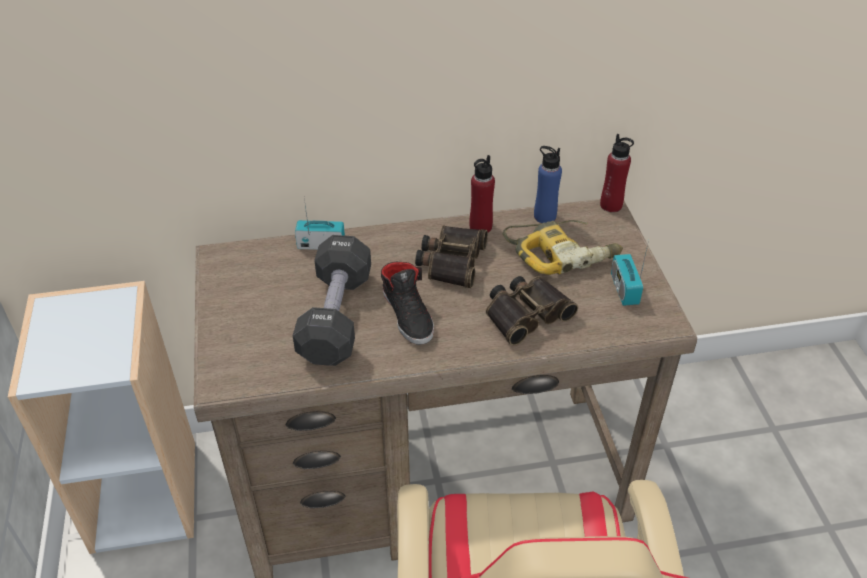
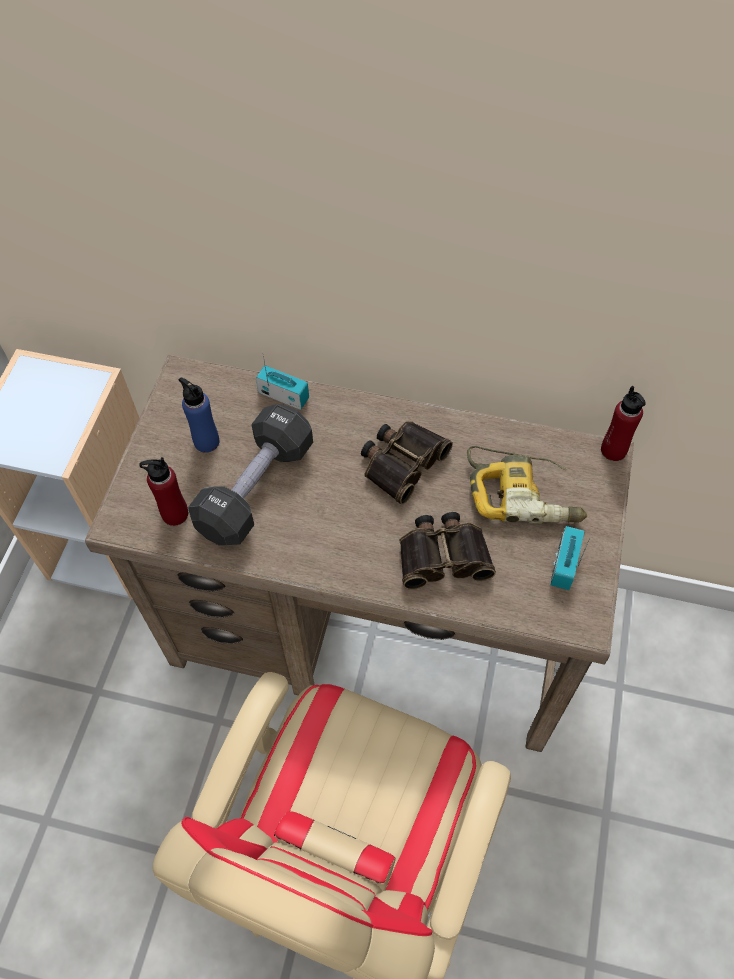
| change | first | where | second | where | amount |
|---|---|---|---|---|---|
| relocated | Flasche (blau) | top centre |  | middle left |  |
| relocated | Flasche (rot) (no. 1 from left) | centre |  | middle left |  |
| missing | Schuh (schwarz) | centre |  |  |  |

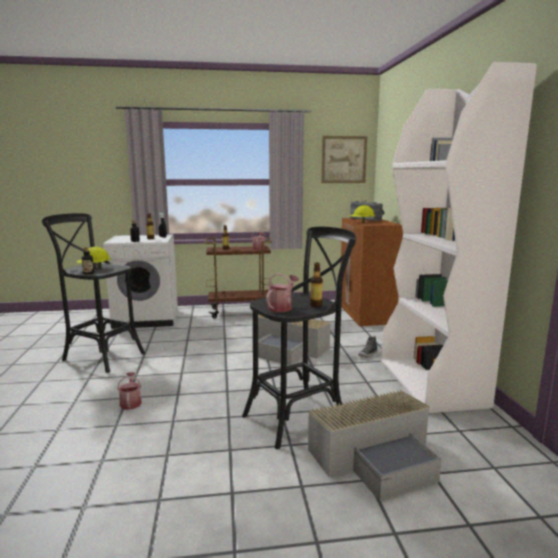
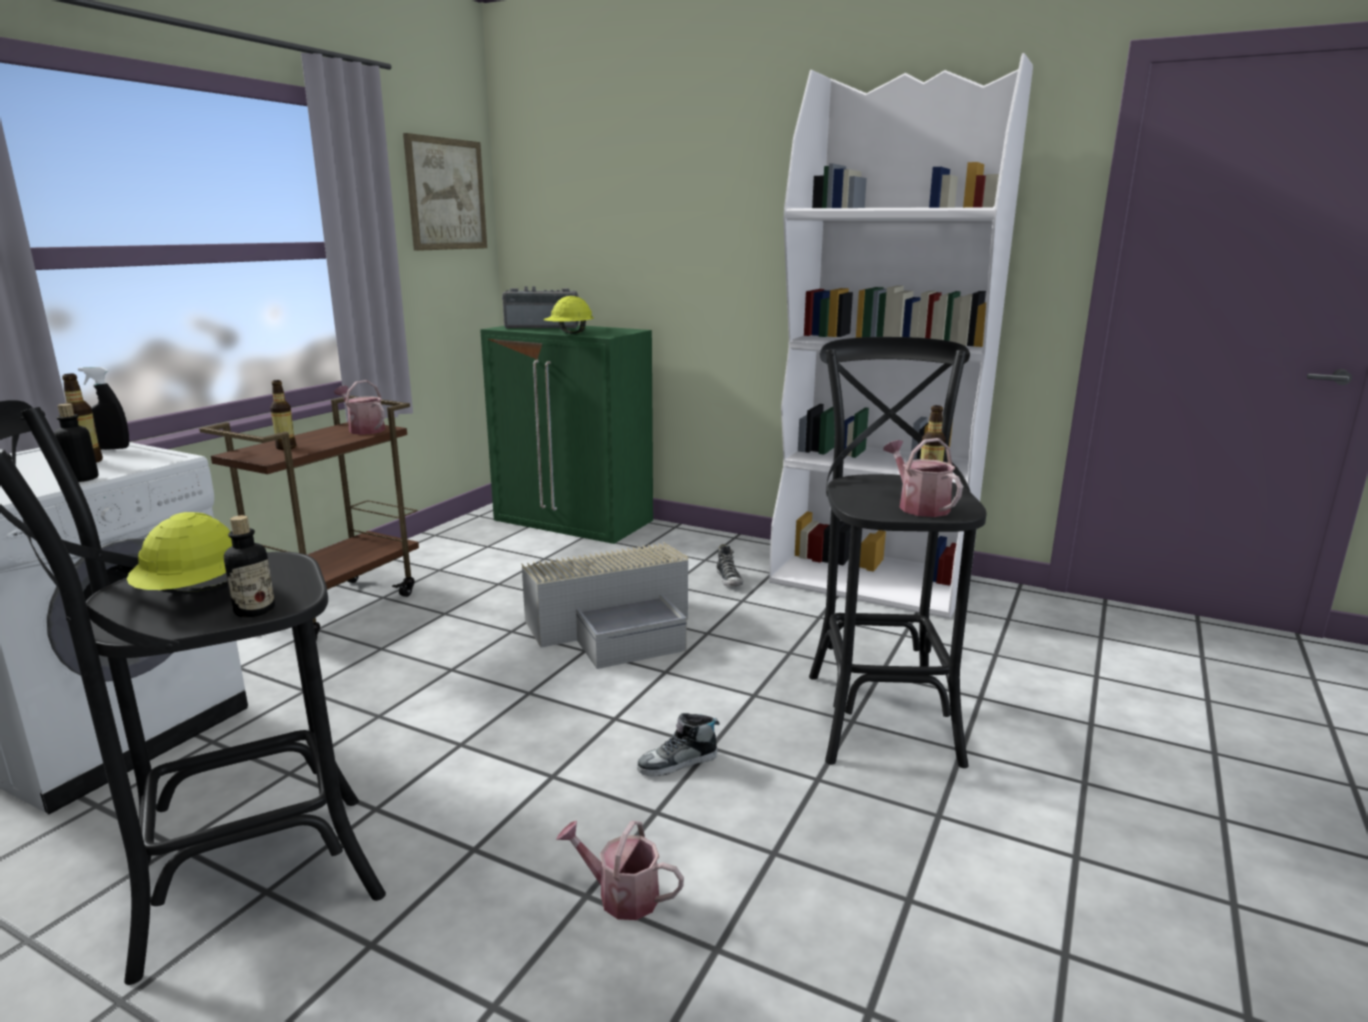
| change | first | where | second | where | amount |
|---|---|---|---|---|---|
| colour | Schrank (braun) | middle right | Schrank (grün) | centre |  |
| missing | Aufbewahrungsbox (grau) (no. 2 from left) | bottom right |  |  |  |
| appeared |  |  | Schuh (no. 1 from left) | bottom centre |  |

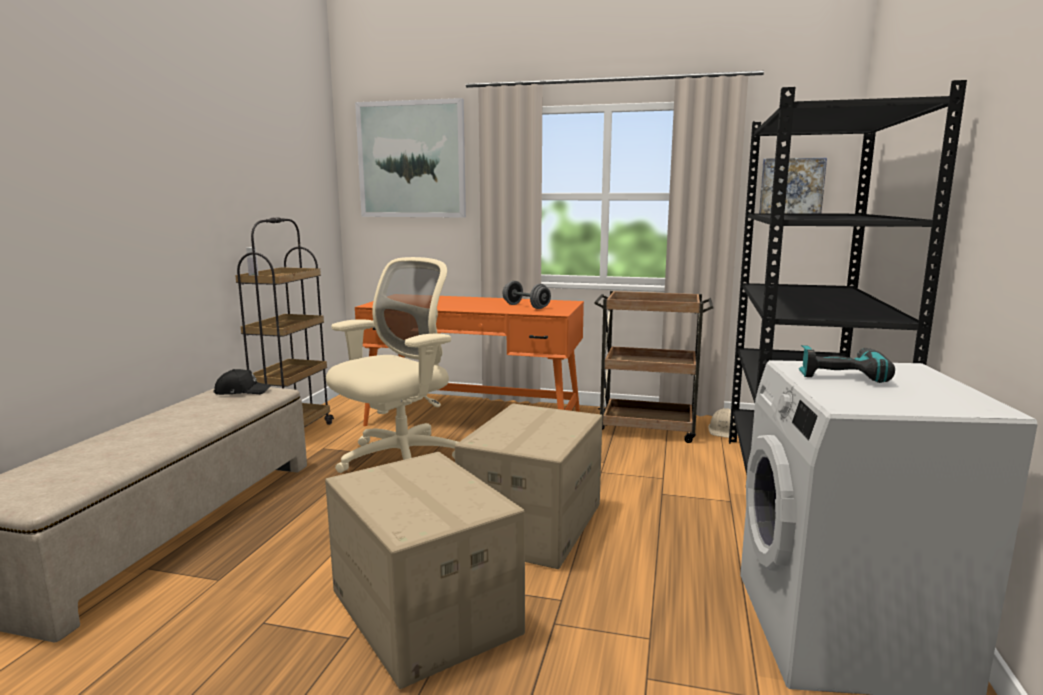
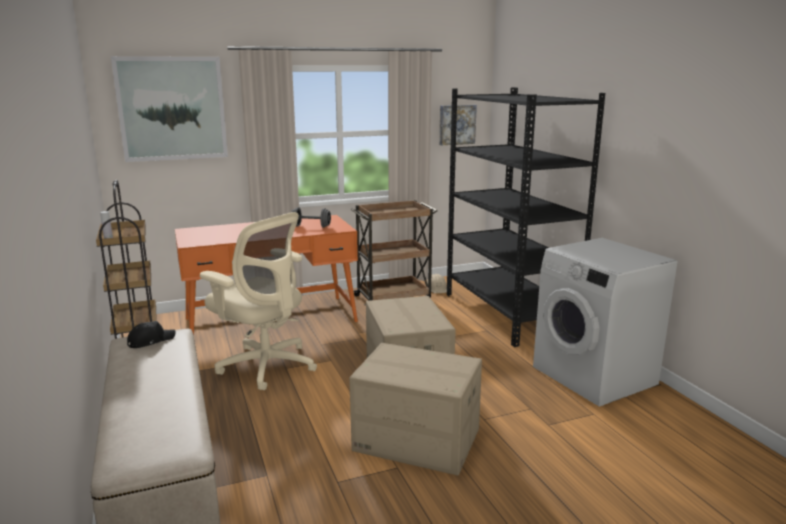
| change | first | where | second | where | amount |
|---|---|---|---|---|---|
| spun | Bürostuhl (beige) | centre |  | middle left | 120 degrees clockwise |
| missing | Bohrmaschine | middle right |  |  |  |

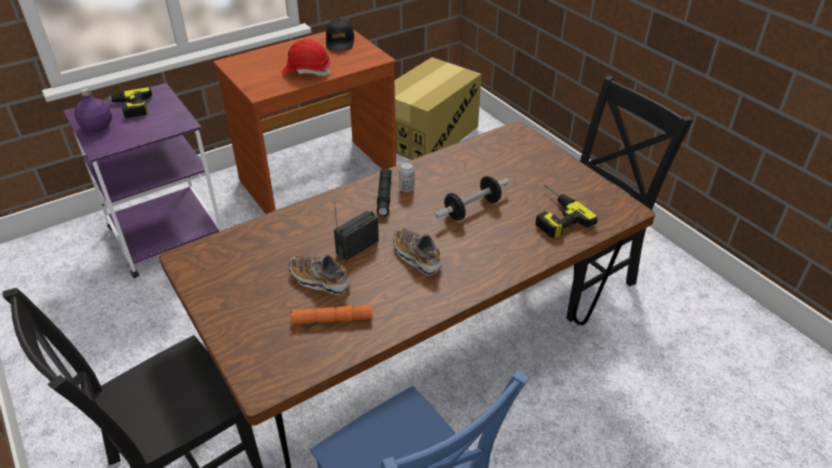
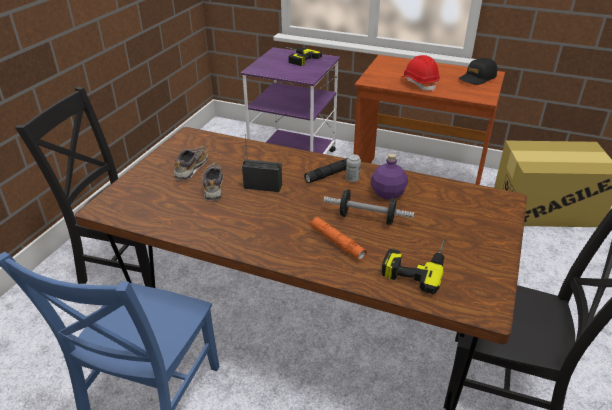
| change | first | where | second | where | amount |
|---|---|---|---|---|---|
| relocated | Flasche (lila) | top left |  | centre |  |
| relocated | Schuh (no. 2 from left in the first image) | centre | Schuh (no. 1 from left) | middle left |  |
| relocated | Taschenlampe (orange) | bottom centre |  | centre |  |

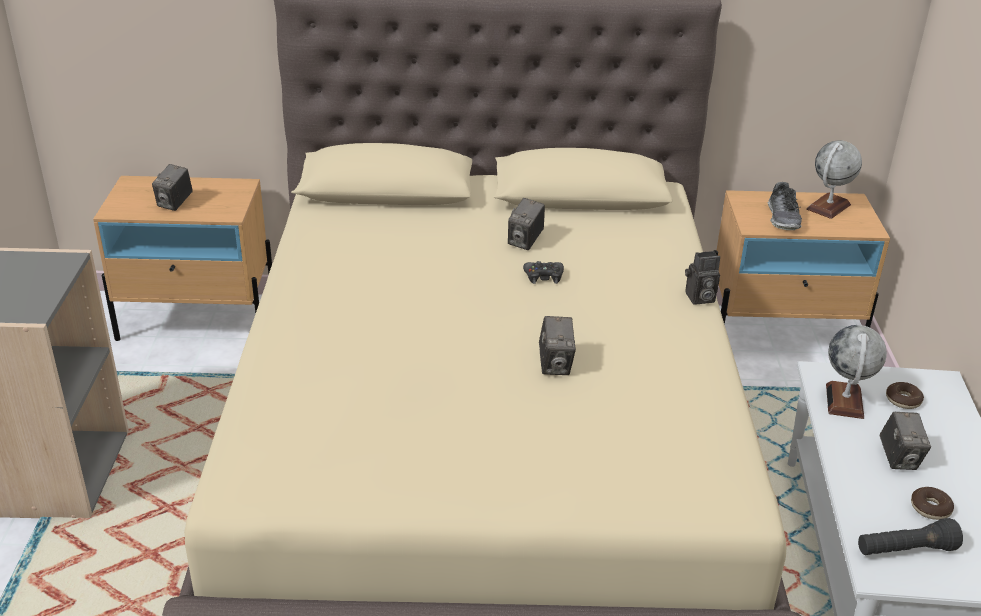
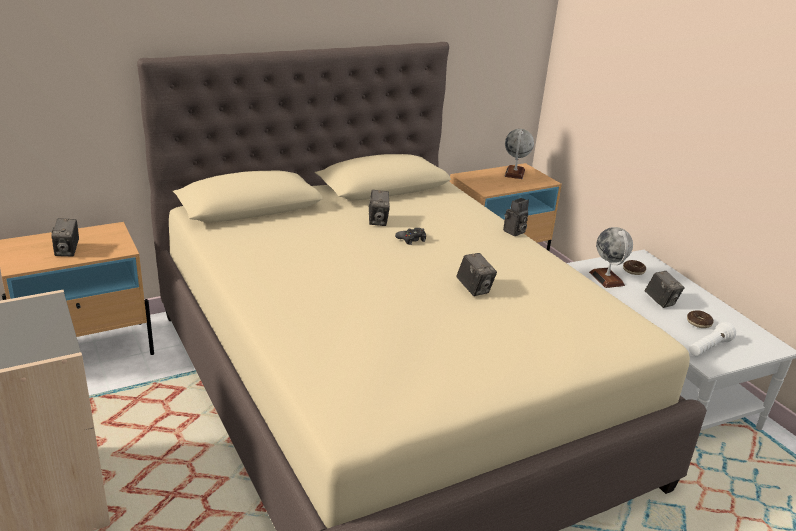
| change | first | where | second | where | amount |
|---|---|---|---|---|---|
| missing | Schuh | middle right |  |  |  |
| colour | Taschenlampe (schwarz) | bottom right | Taschenlampe (weiß) | middle right |  |

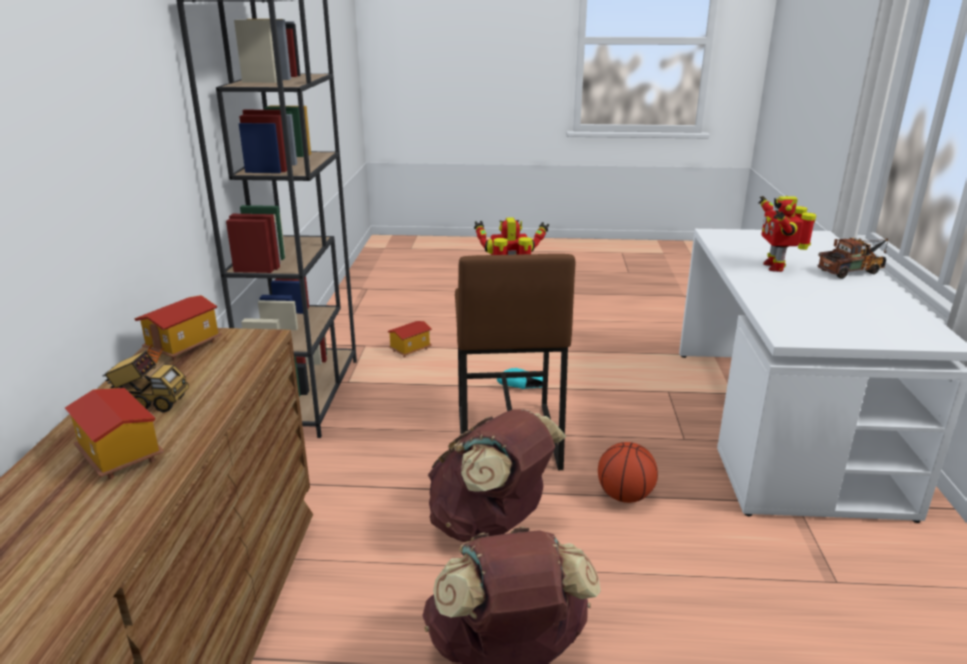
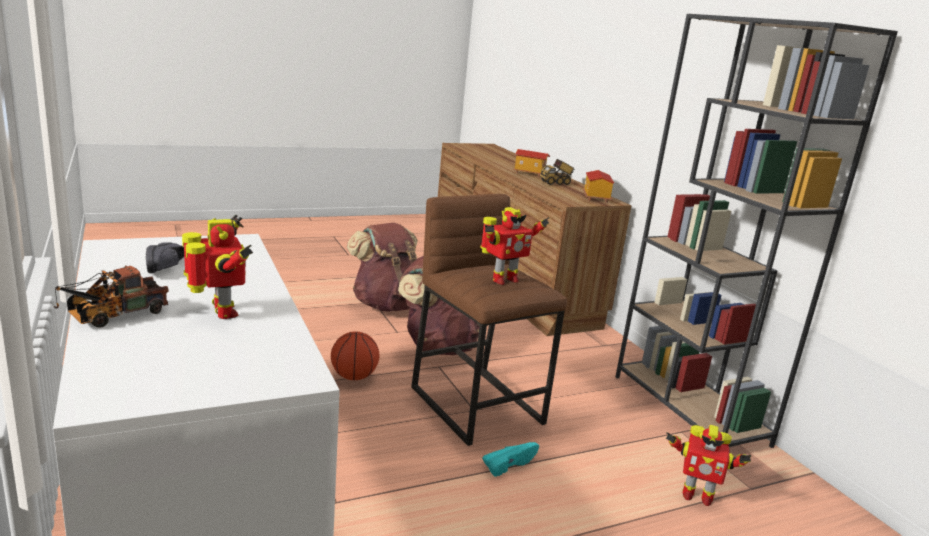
| change | first | where | second | where | amount |
|---|---|---|---|---|---|
| exchanged | Spielzeughaus (no. 3 from left) | centre | Spielzeugroboter (no. 3 from left) | bottom right |  |
| appeared |  |  | Schuh (schwarz) | middle left |  |

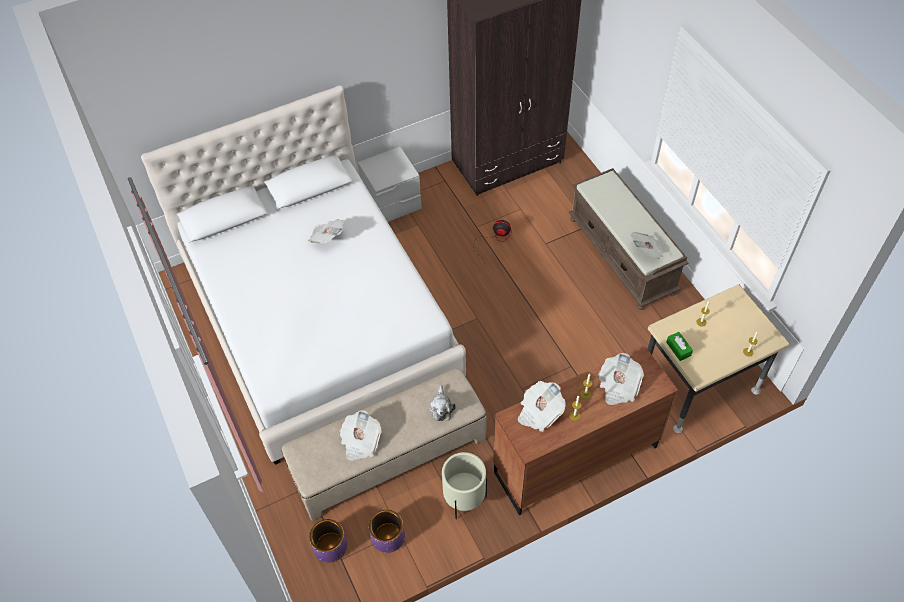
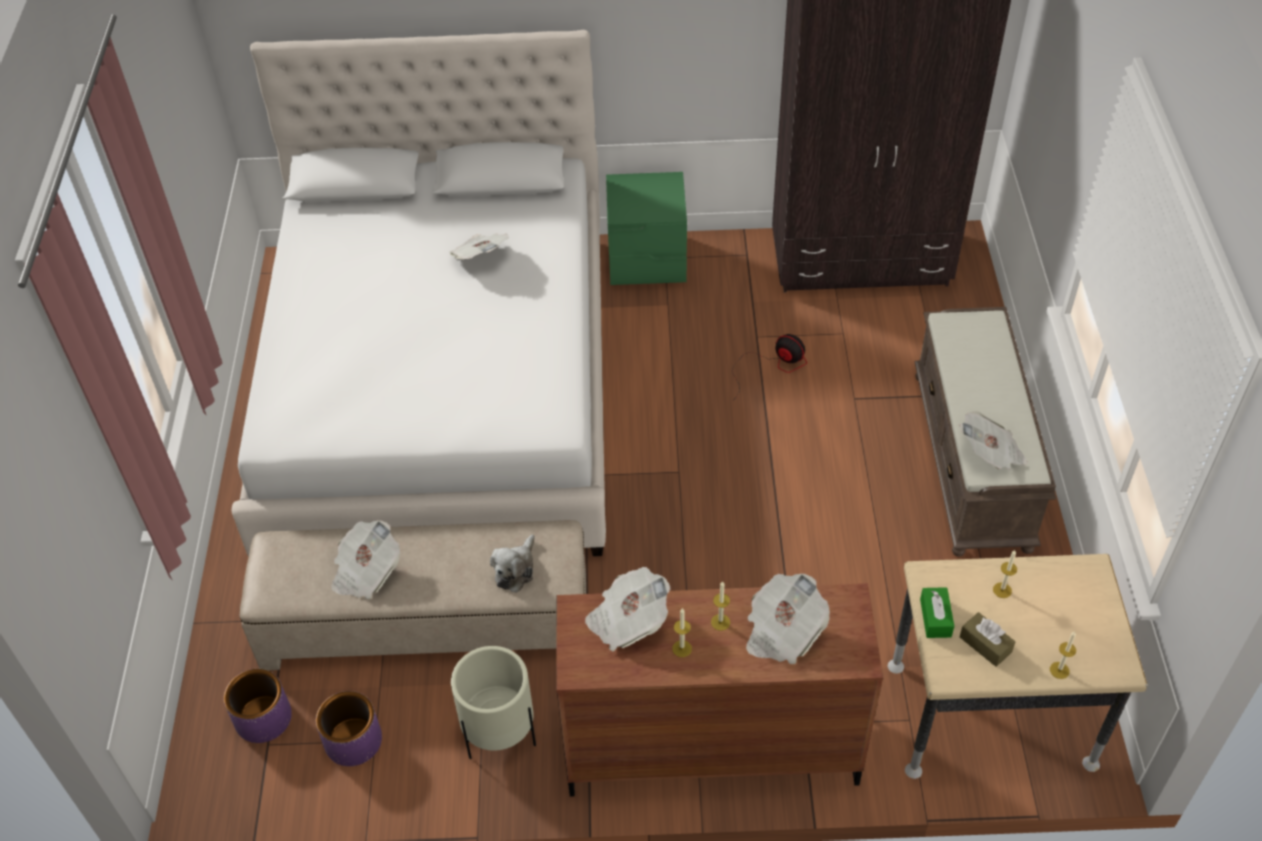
| change | first | where | second | where | amount |
|---|---|---|---|---|---|
| colour | Nachttisch (weiß) | top centre | Nachttisch (grün) | top centre |  |
| appeared |  |  | Taschentuchbox (braun) | bottom right |  |

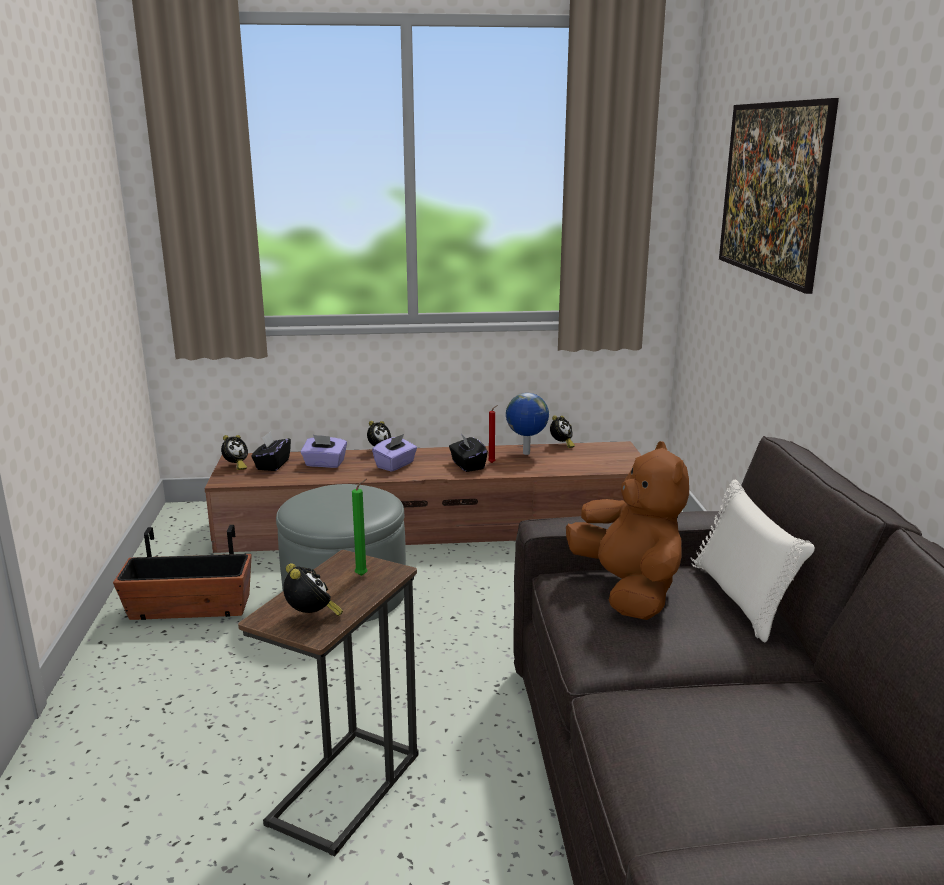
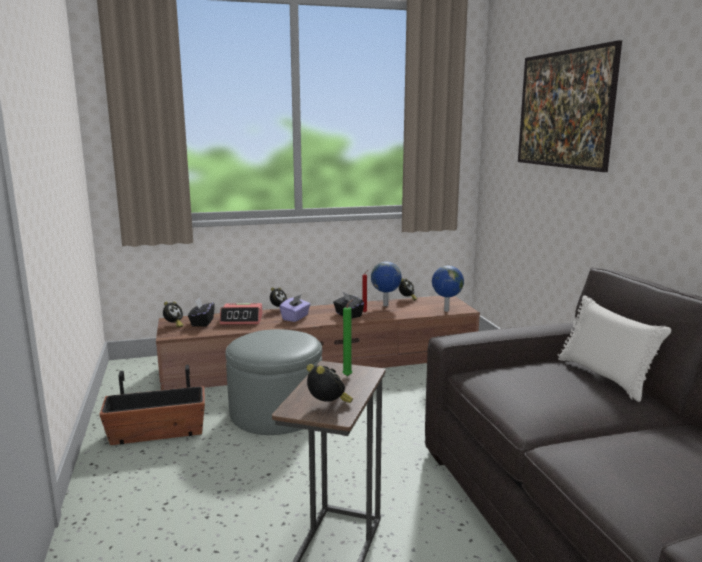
| change | first | where | second | where | amount |
|---|---|---|---|---|---|
| exchanged | Taschentuchbox (lila) (no. 1 from left) | centre | Wecker (no. 2 from left) | centre |  |
| missing | Plüschtier (braun) | centre |  |  |  |
| appeared |  |  | Globus (no. 2 from left) | centre |  |

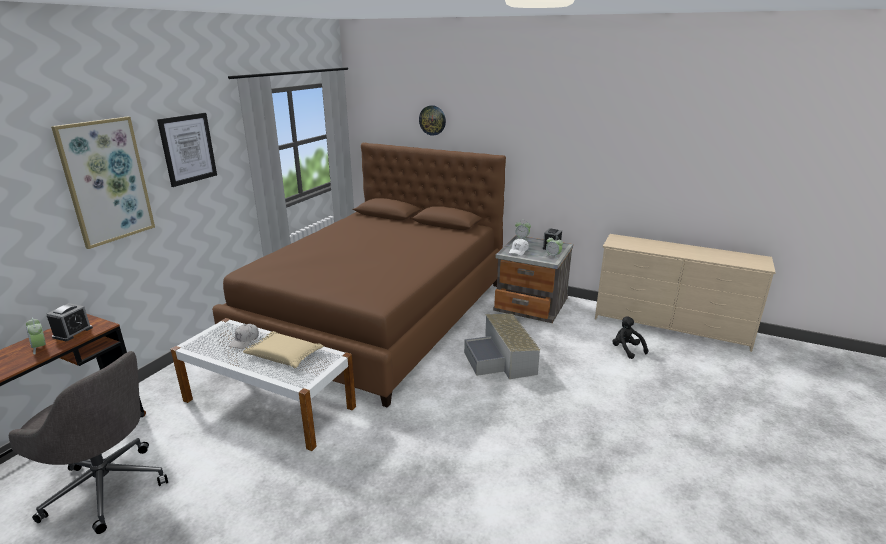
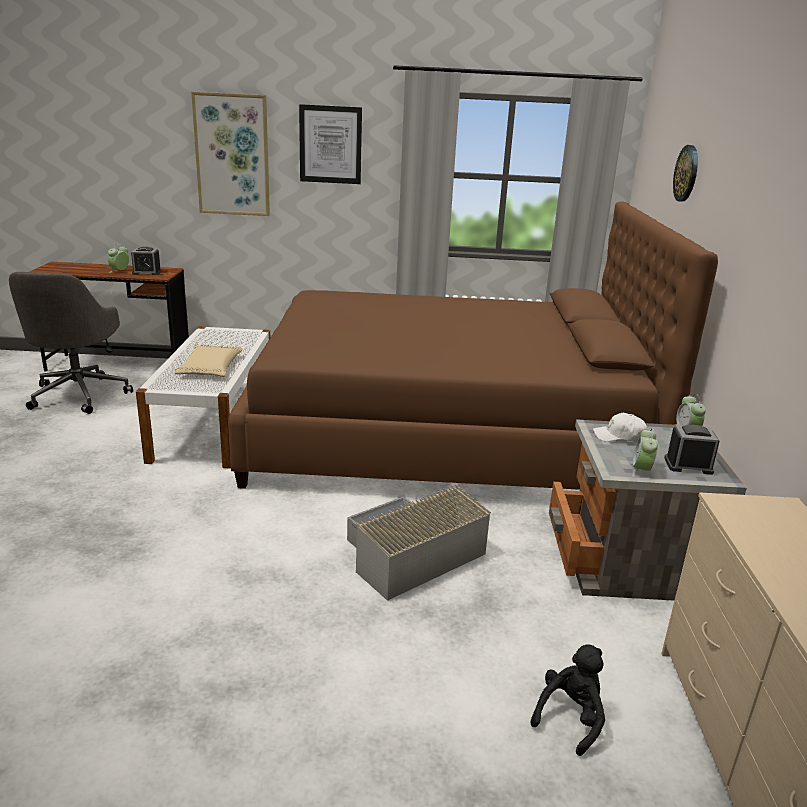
| change | first | where | second | where | amount |
|---|---|---|---|---|---|
| missing | Kappe (weiß) (no. 1 from left) | middle left |  |  |  |

